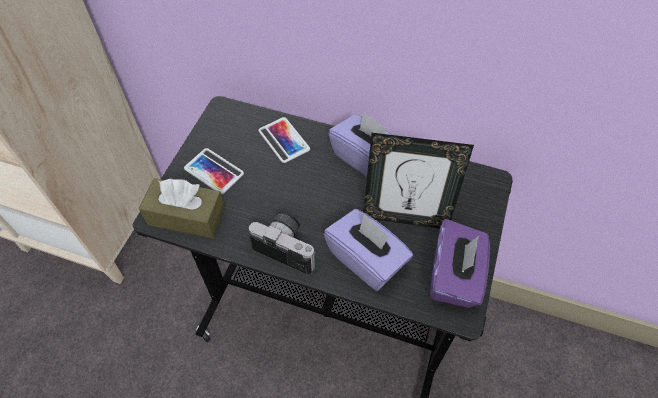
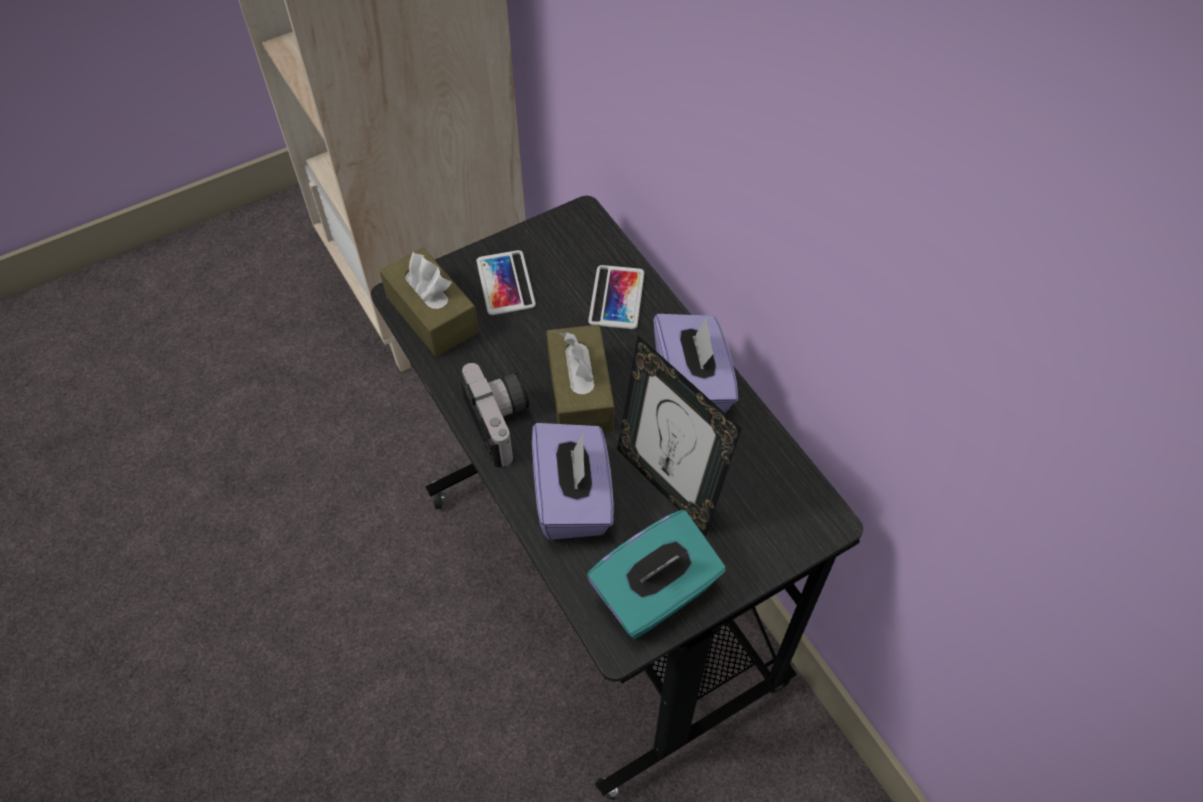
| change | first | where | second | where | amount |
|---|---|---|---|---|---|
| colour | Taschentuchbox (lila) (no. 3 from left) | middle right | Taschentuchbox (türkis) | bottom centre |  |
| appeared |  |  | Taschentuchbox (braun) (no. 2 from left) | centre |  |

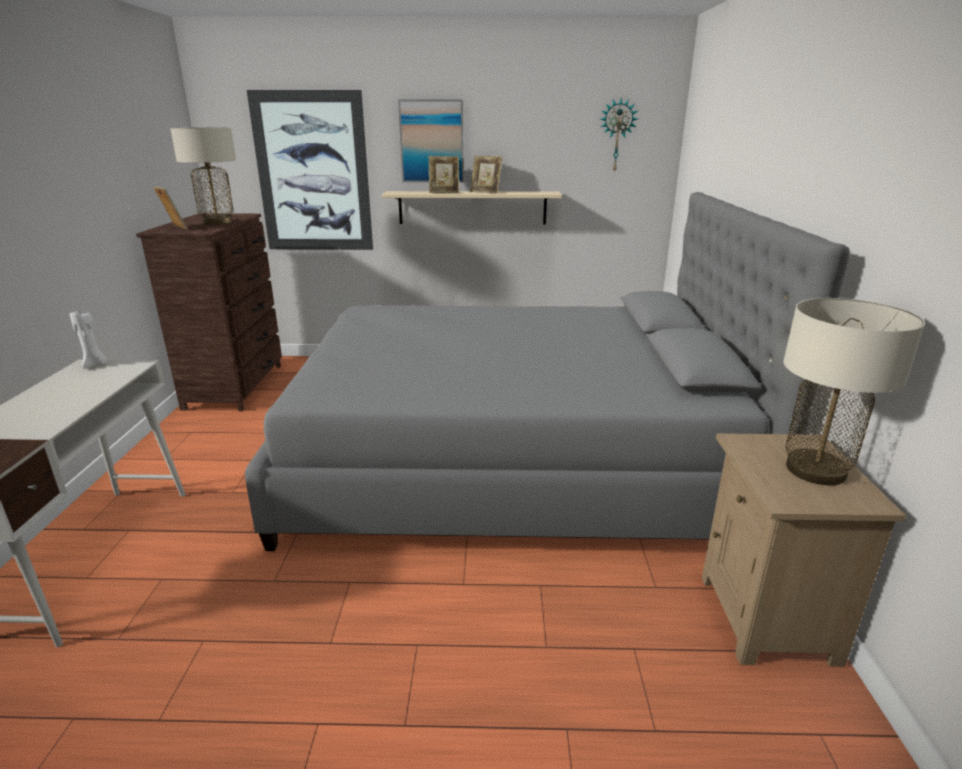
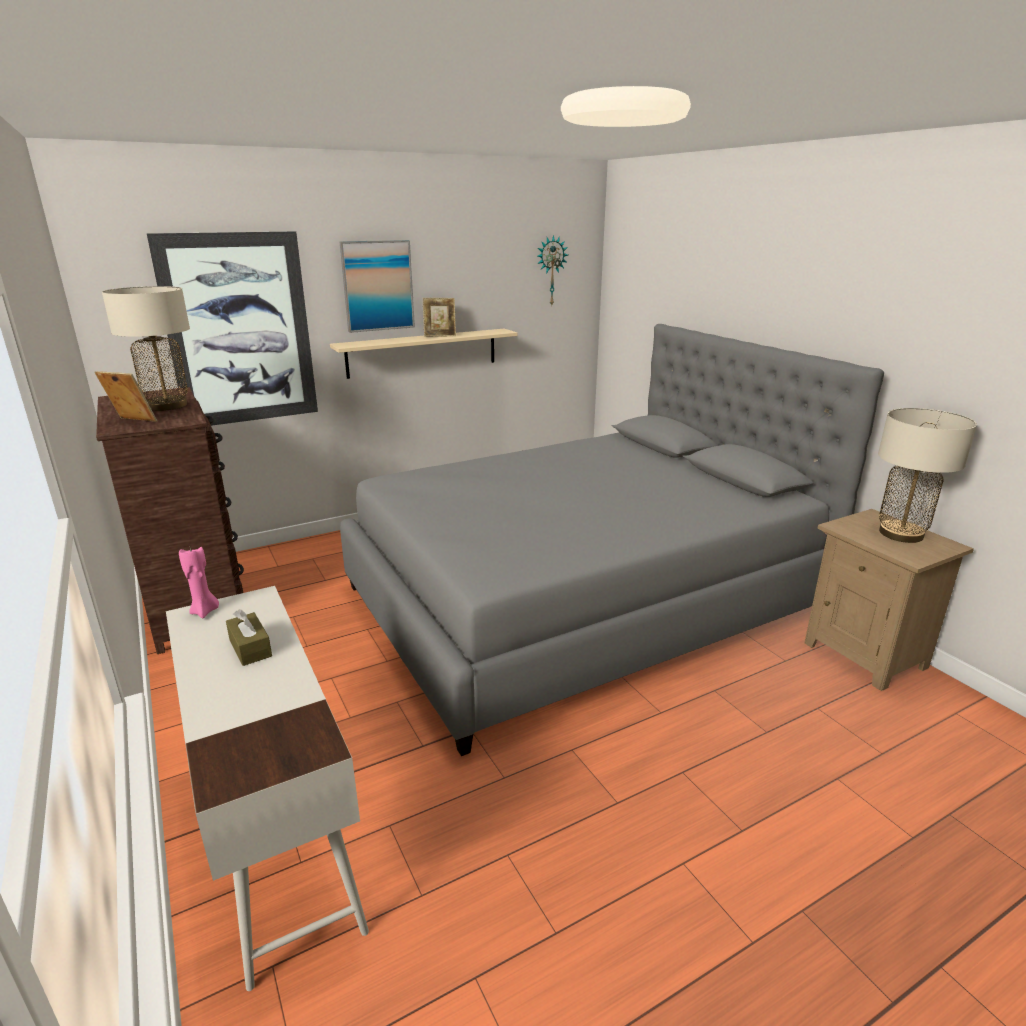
| change | first | where | second | where | amount |
|---|---|---|---|---|---|
| missing | Bilderrahmen (no. 2 from left) | top centre |  |  |  |
| colour | Kerze (weiß) | middle left | Kerze (rosa) | middle left |  |
| appeared |  |  | Taschentuchbox (braun) | middle left |  |

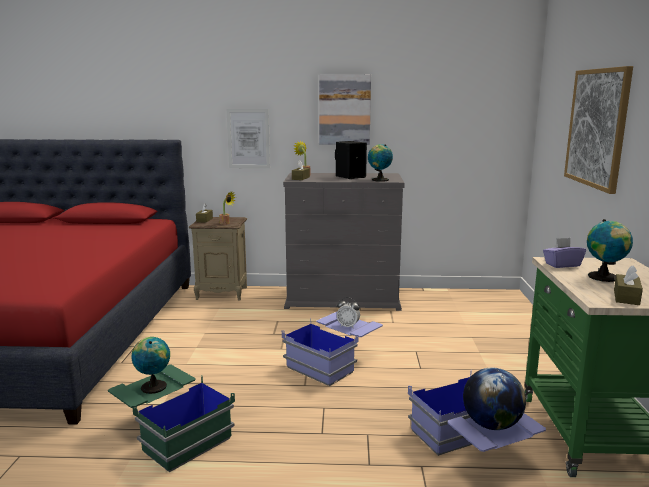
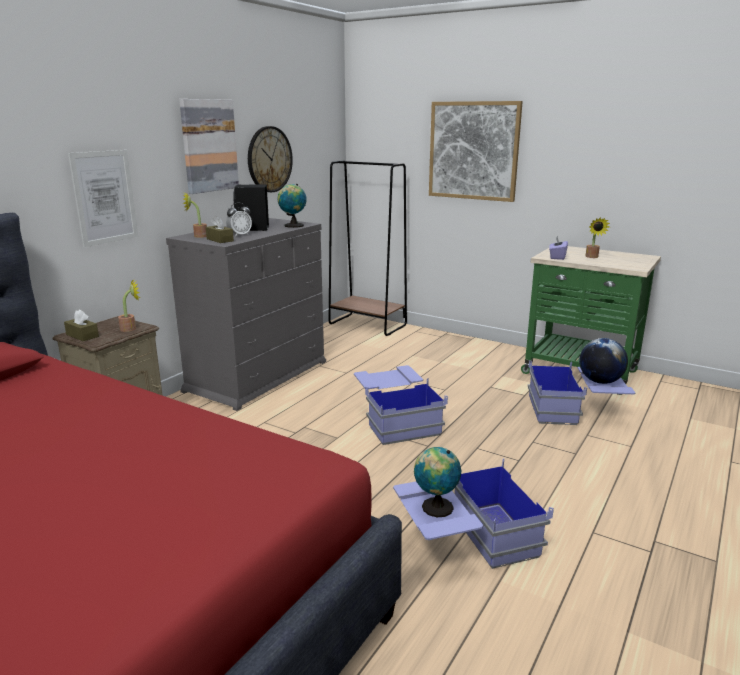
| change | first | where | second | where | amount |
|---|---|---|---|---|---|
| exchanged | Globus (no. 4 from left) | middle right | Topfpflanze (no. 3 from left) | middle right |  |
| missing | Taschentuchbox (braun) (no. 3 from left) | middle right |  |  |  |
| relocated | Wecker | centre |  | top left |  |
| colour | Aufbewahrungsbox (grün) | bottom left | Aufbewahrungsbox (blau) (no. 2 from left) | bottom centre |  |
| appeared |  |  | Wanduhr | top centre |  |
| appeared |  |  | Kleiderständer | centre |  |

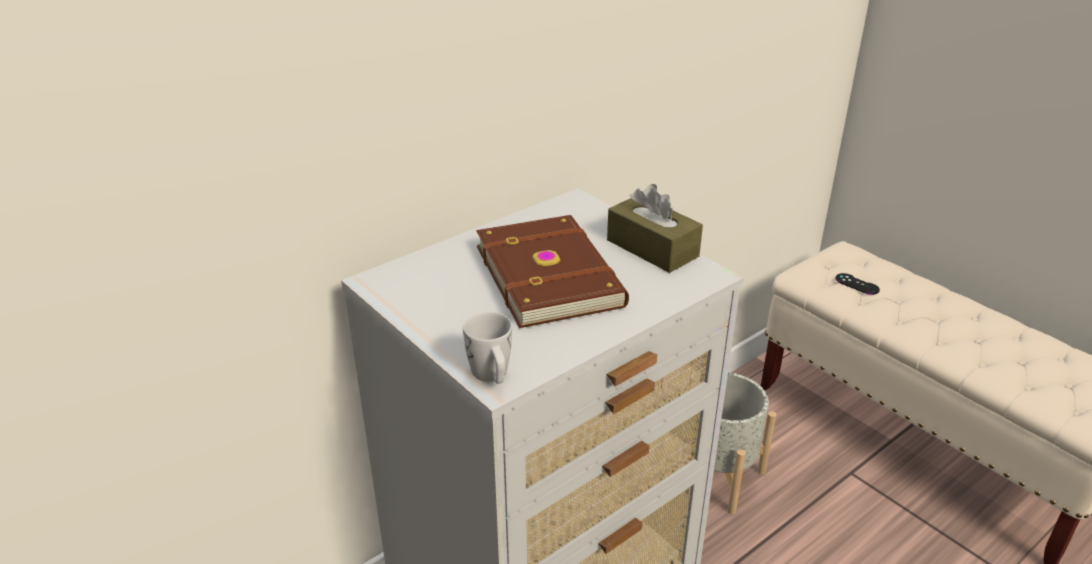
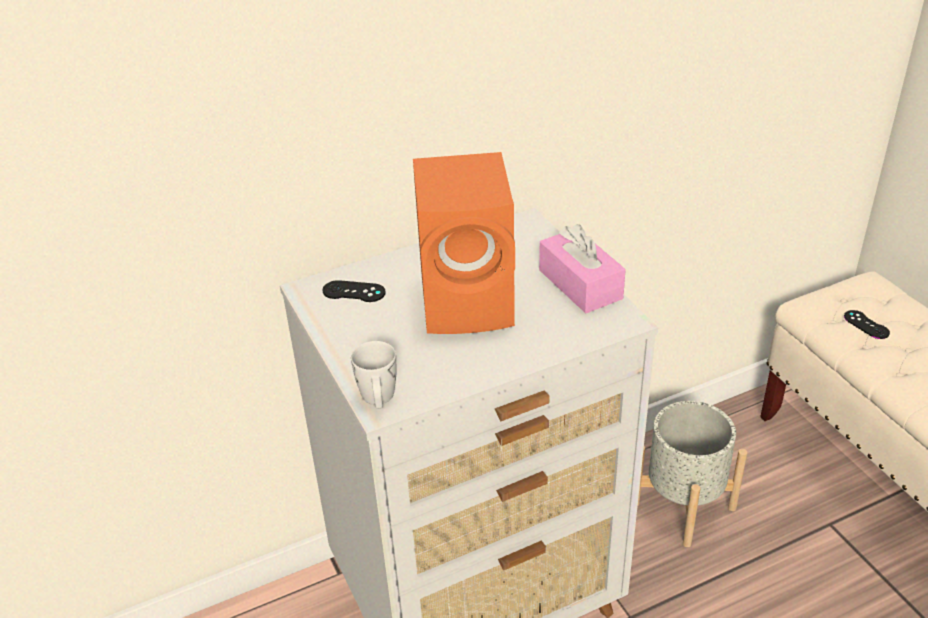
| change | first | where | second | where | amount |
|---|---|---|---|---|---|
| colour | Taschentuchbox (braun) | centre | Taschentuchbox (rosa) | centre |  |
| exchanged | Buch (braun) | centre | Lautsprecher (orange) | centre |  |
| appeared |  |  | Gamepad (schwarz) (no. 1 from left) | centre |  |

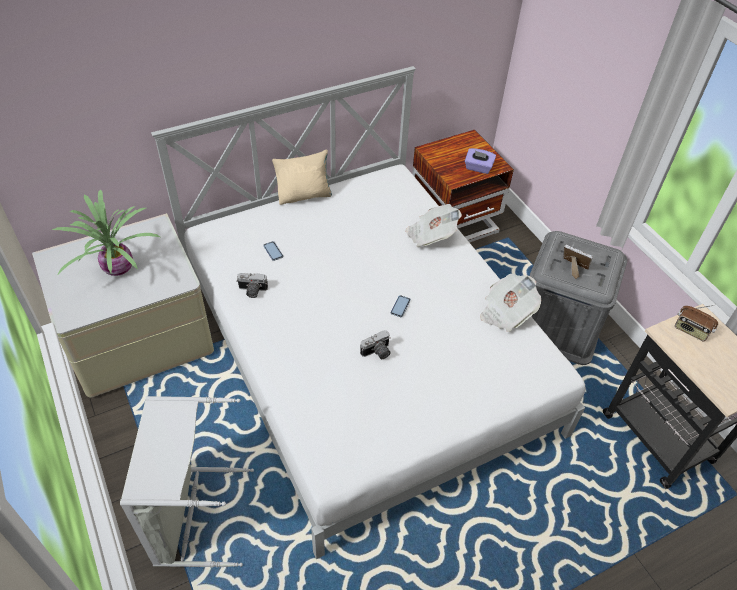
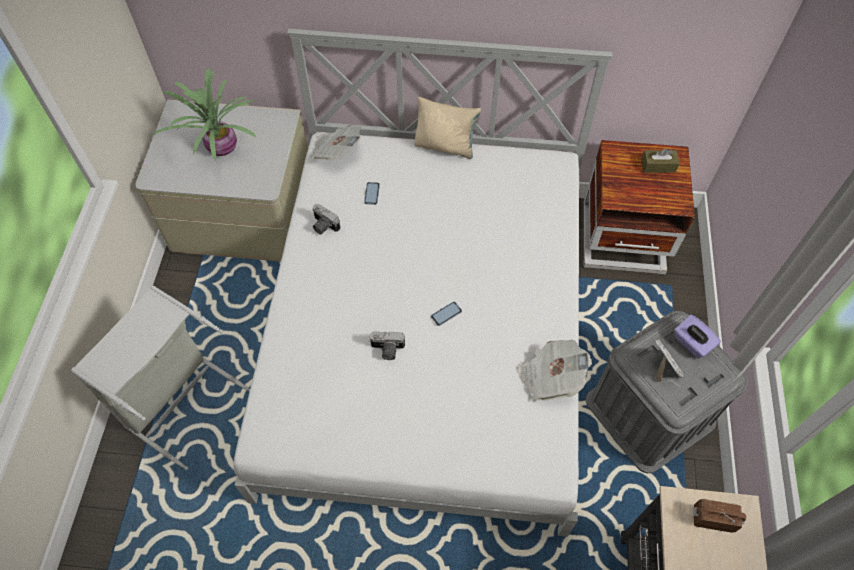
| change | first | where | second | where | amount |
|---|---|---|---|---|---|
| relocated | Taschentuchbox (lila) | top centre |  | middle right |  |
| relocated | Zeitung (no. 1 from left) | centre |  | top centre |  |
| spun | Radio | middle right |  | bottom right | 120 degrees clockwise |
| appeared |  |  | Taschentuchbox (braun) | top right |  |

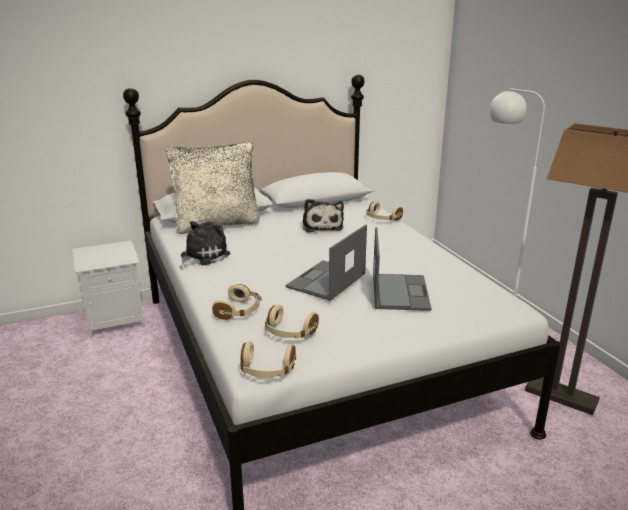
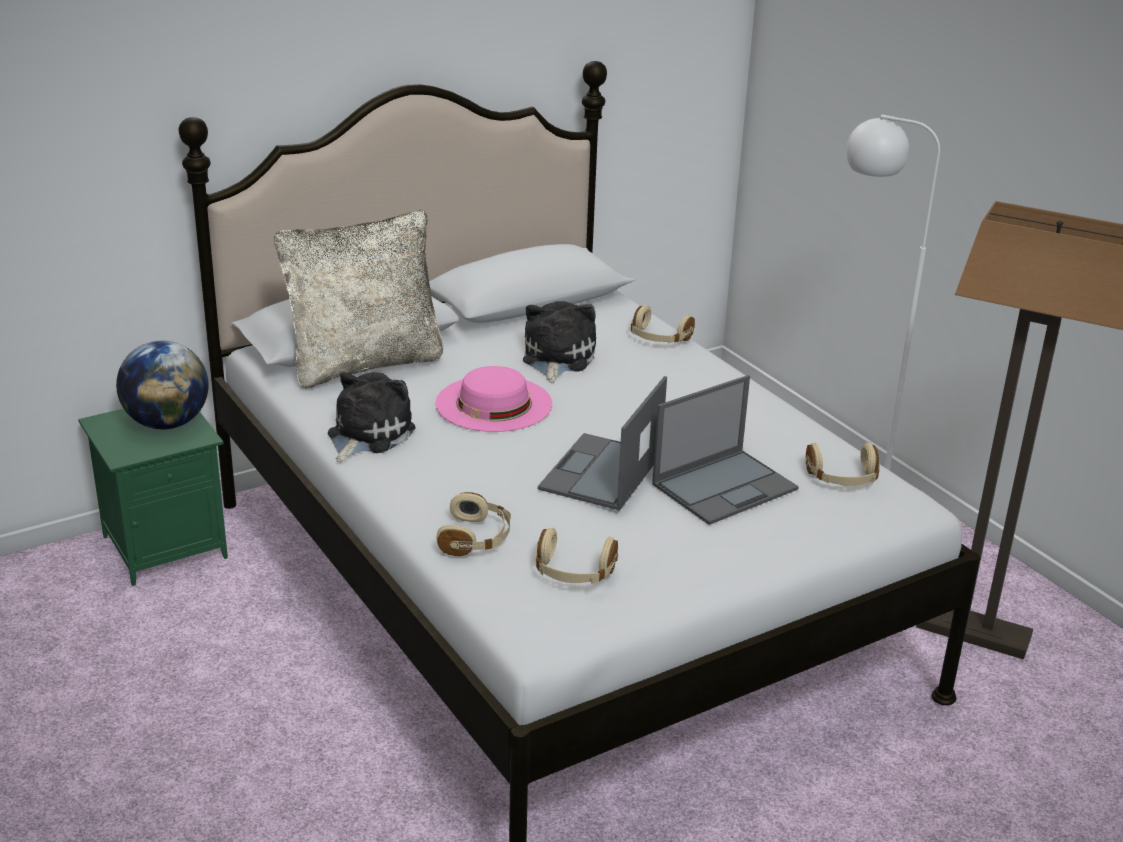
| change | first | where | second | where | amount |
|---|---|---|---|---|---|
| spun | Plüschtier (no. 2 from left) | centre |  | centre | 150 degrees counterclockwise |
| spun | Laptop (no. 2 from left) | centre |  | centre | 60 degrees clockwise |
| colour | Nachttisch (grau) | middle left | Nachttisch (grün) | middle left |  |
| relocated | Kopfhörer (beige) (no. 2 from left in the first image) | bottom centre | Kopfhörer (beige) (no. 4 from left) | middle right |  |
| appeared |  |  | Globus | middle left |  |
| appeared |  |  | Hut (rosa) | centre |  |

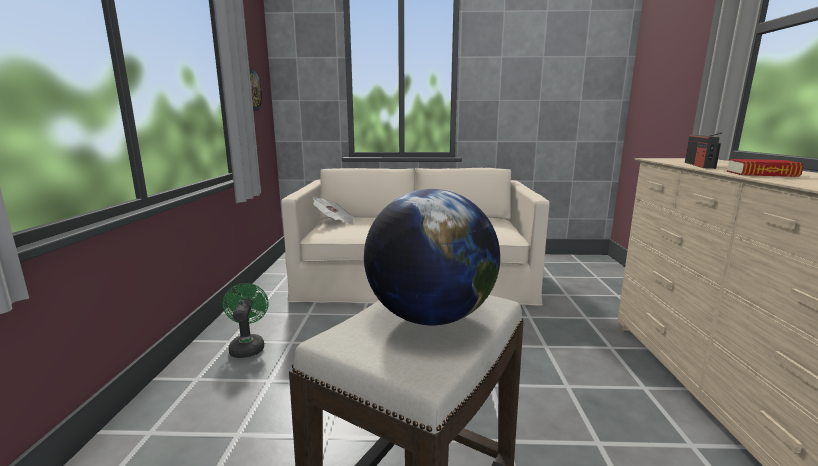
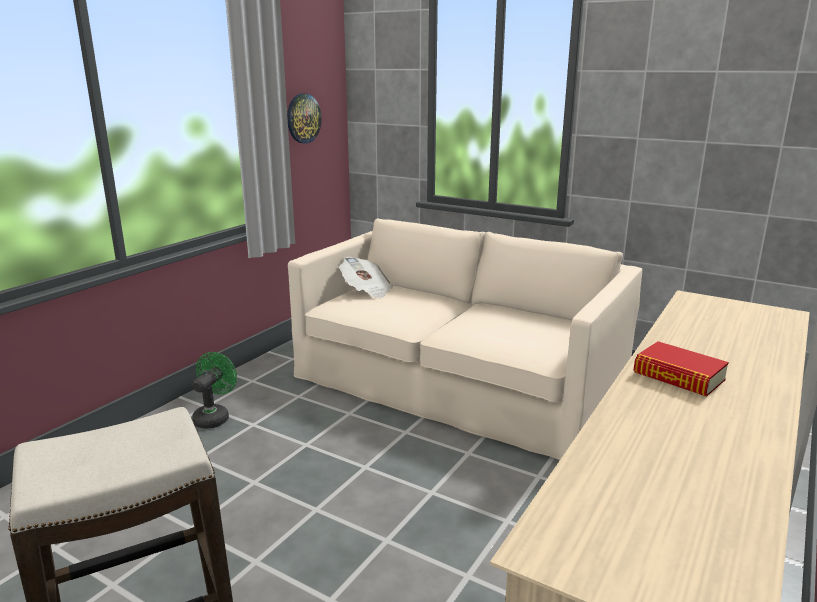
| change | first | where | second | where | amount |
|---|---|---|---|---|---|
| missing | Radio | top right |  |  |  |
| missing | Globus | centre |  |  |  |

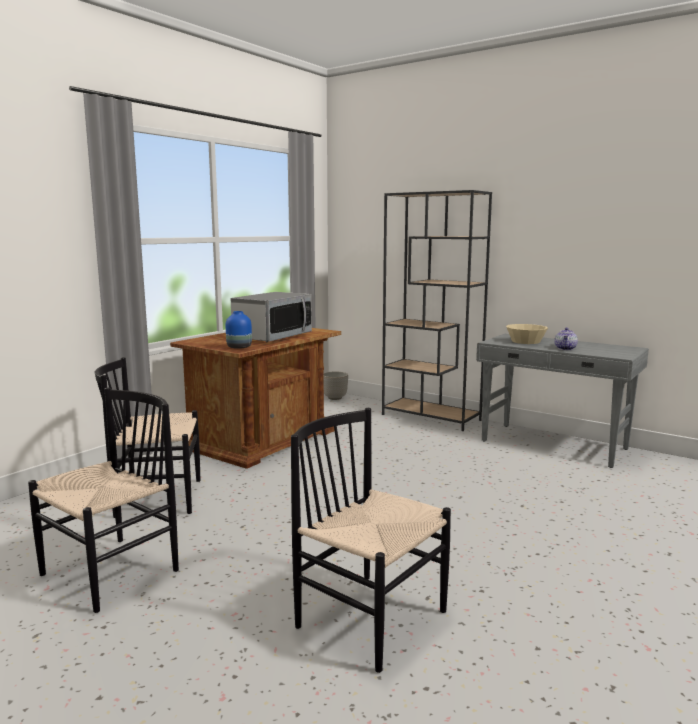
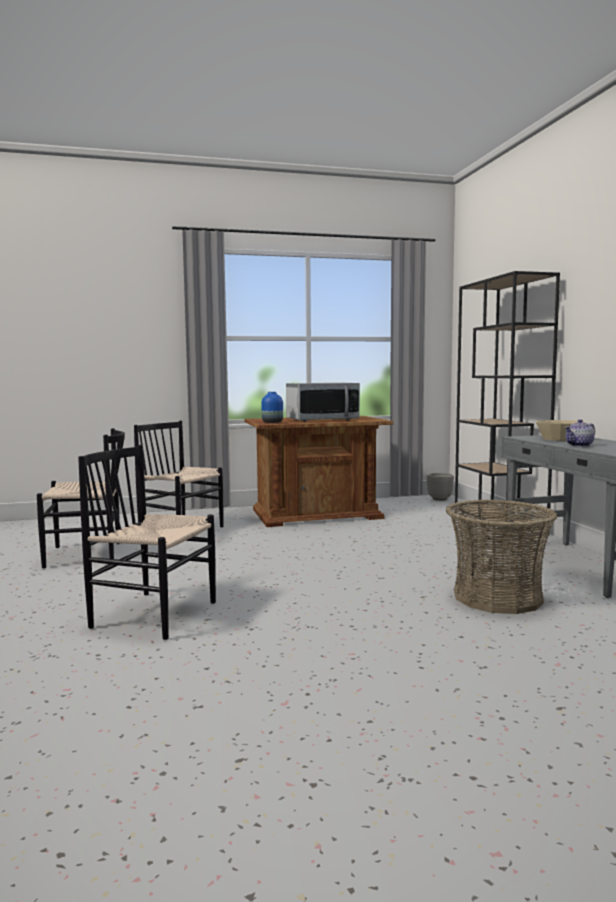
| change | first | where | second | where | amount |
|---|---|---|---|---|---|
| spun | Stuhl (schwarz) (no. 3 from left in the first image) | bottom centre | Stuhl (schwarz) (no. 2 from left) | middle left | 60 degrees counterclockwise |
| appeared |  |  | Korb | middle right |  |

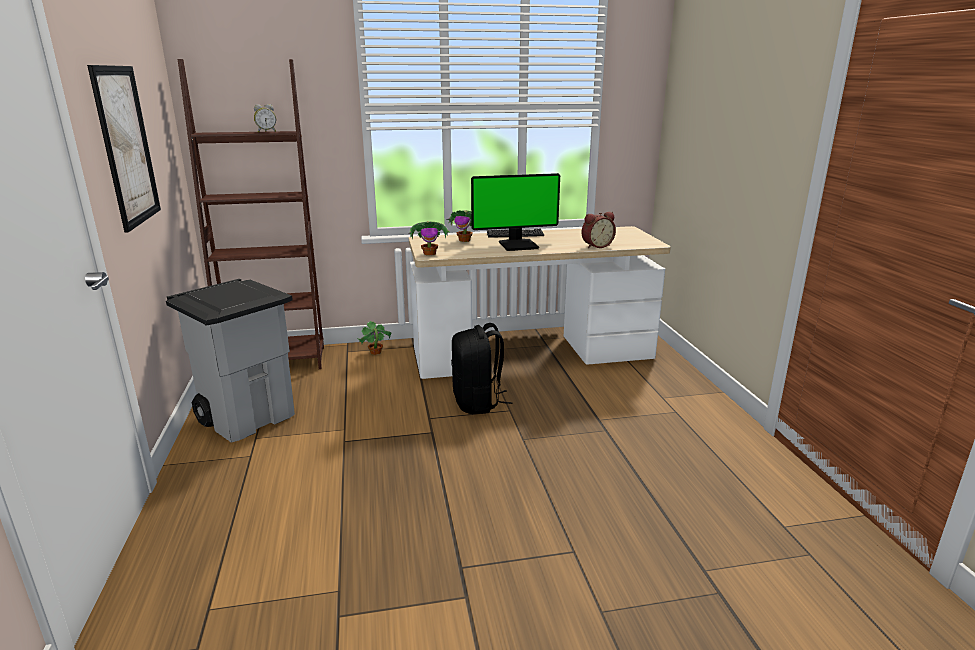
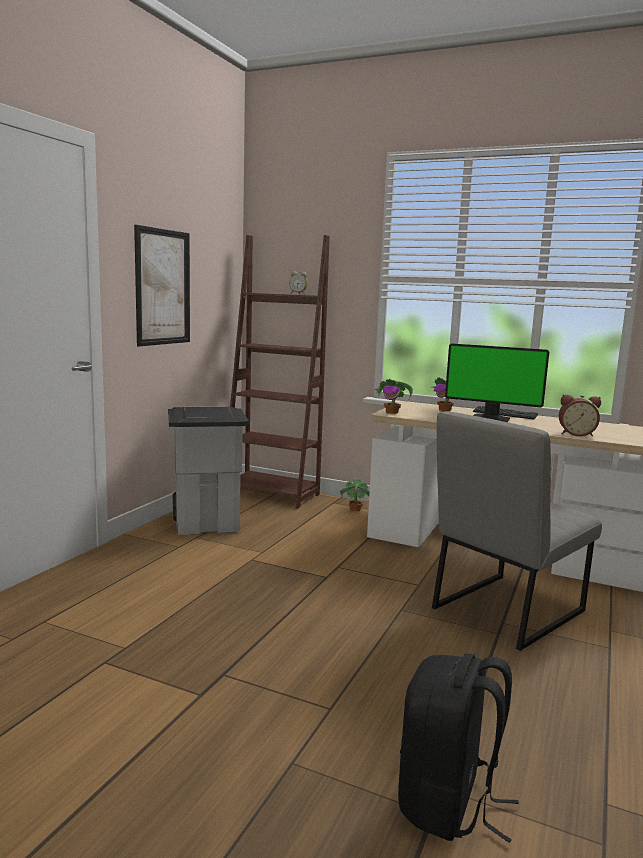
| change | first | where | second | where | amount |
|---|---|---|---|---|---|
| relocated | Rucksack (schwarz) | centre |  | bottom right |  |
| appeared |  |  | Stuhl (grau) | middle right |  |

